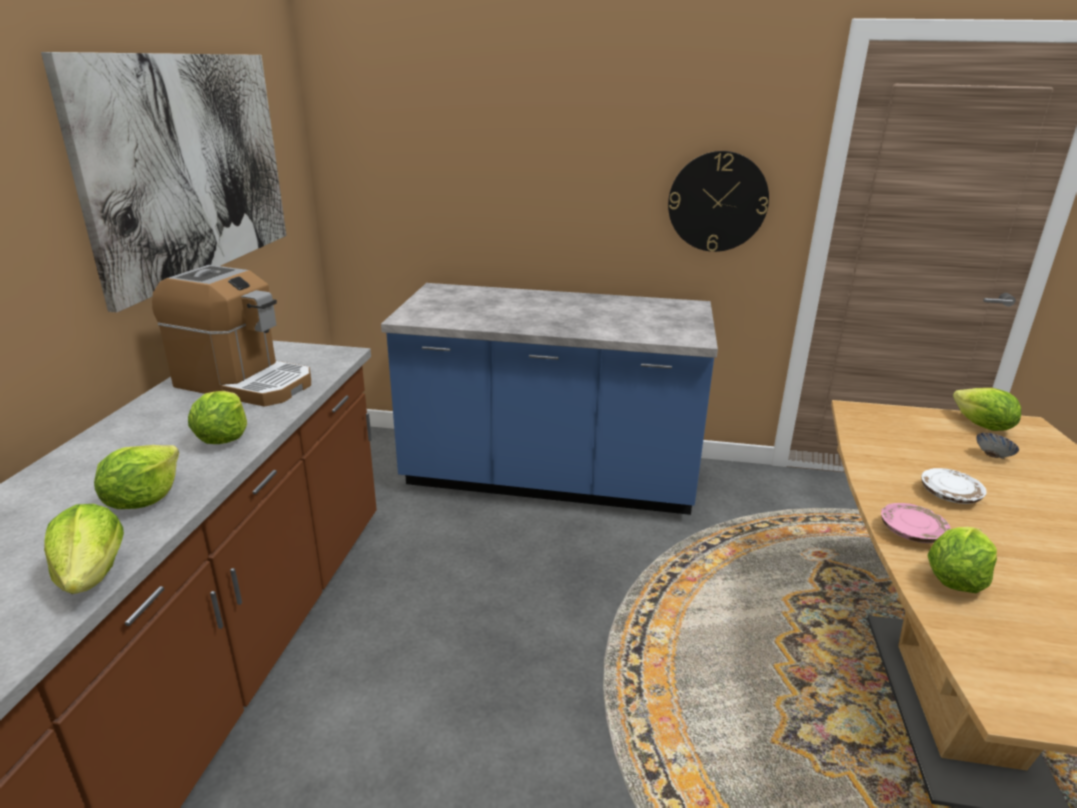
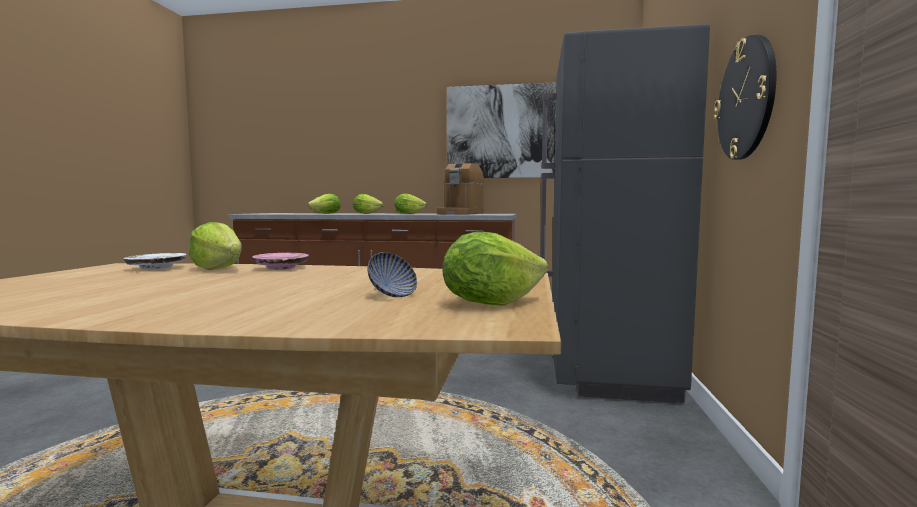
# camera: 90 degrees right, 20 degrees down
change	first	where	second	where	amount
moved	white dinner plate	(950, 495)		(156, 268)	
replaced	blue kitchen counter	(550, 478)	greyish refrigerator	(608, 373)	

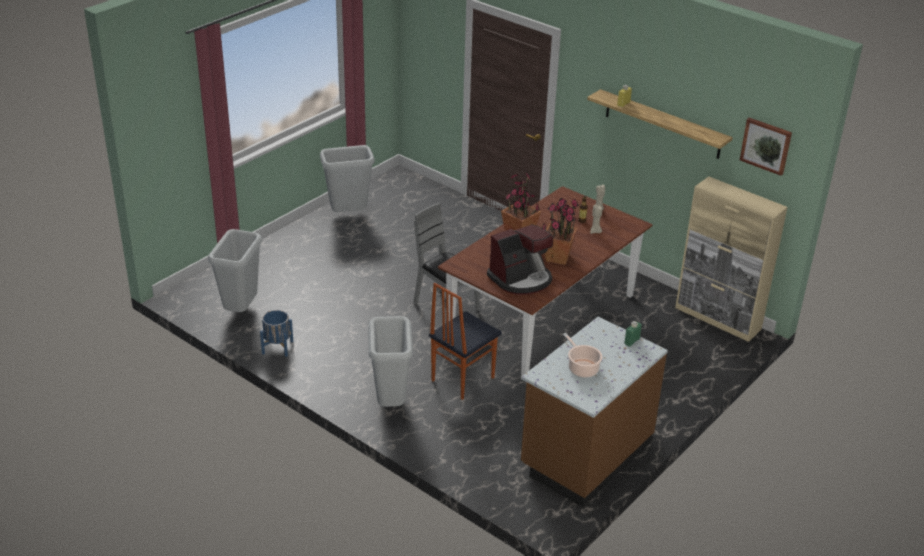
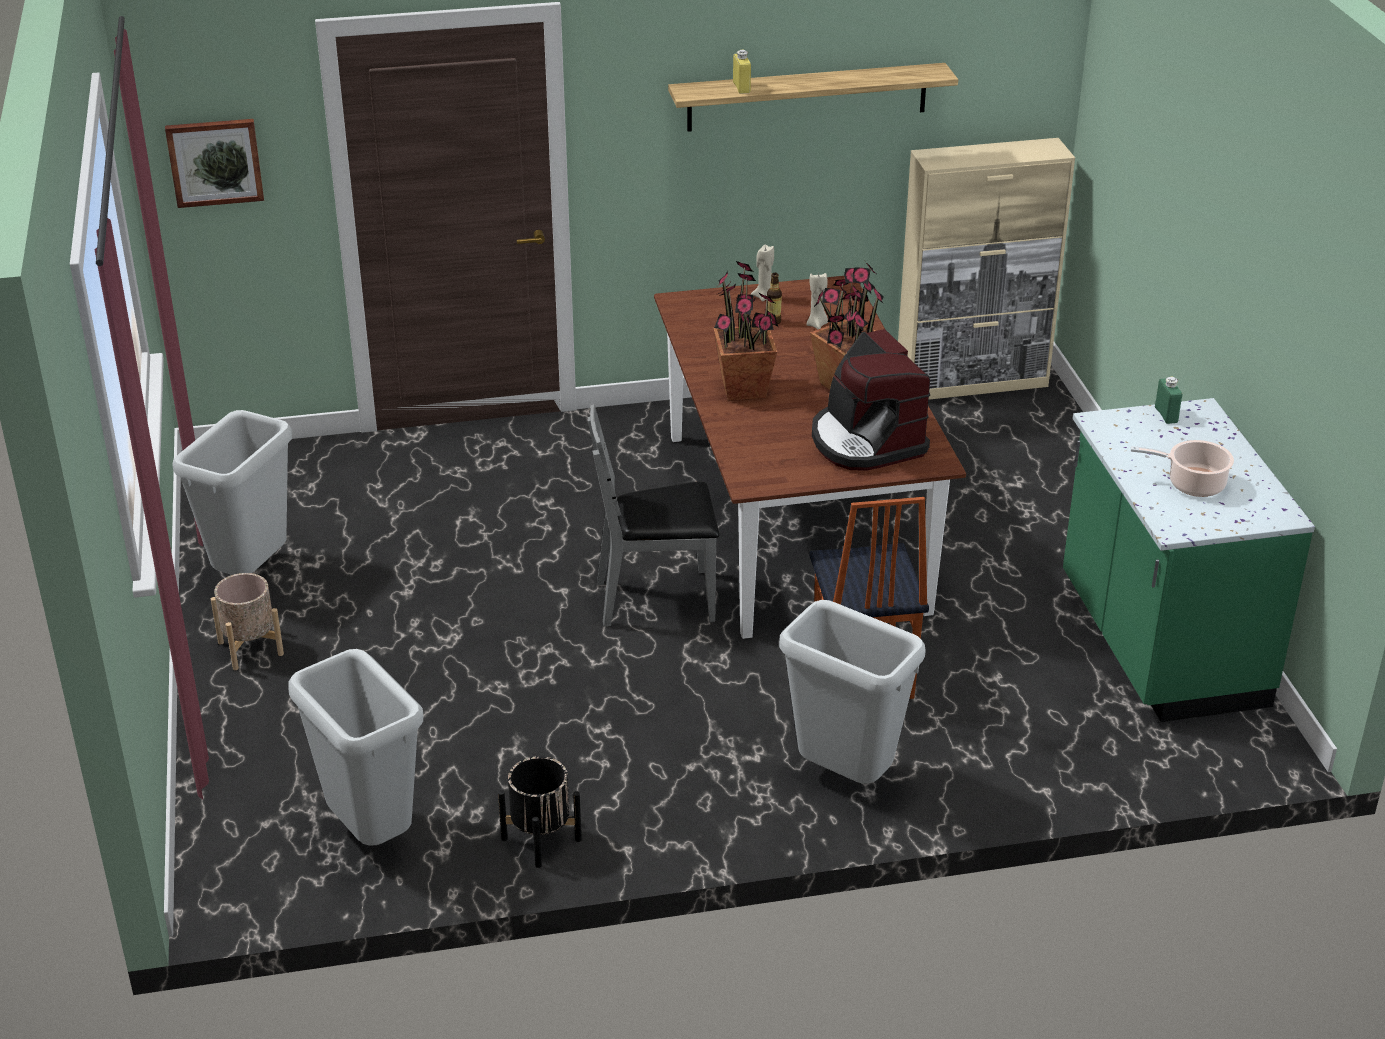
# camera: 50 degrees left, 0 degrees up
change	first	where	second	where	amount
moved	wall art	(766, 145)		(215, 161)	
added			beige-coloured planter	(250, 648)	
recoloured	blue planter	(277, 347)	blackish planter	(541, 839)	
turned	coffee brewer	(521, 279)		(866, 441)	150 degrees clockwise
recoloured	brown kitchen counter	(585, 454)	green kitchen counter	(1159, 645)	

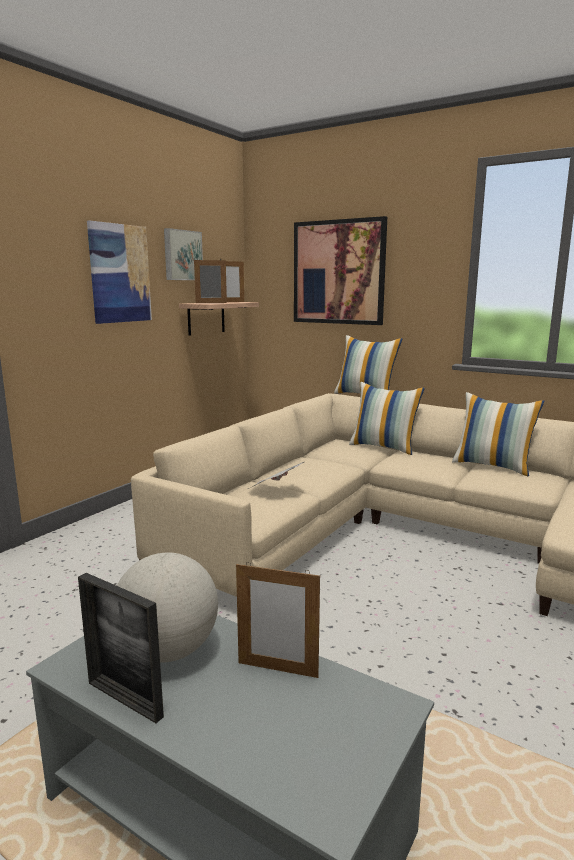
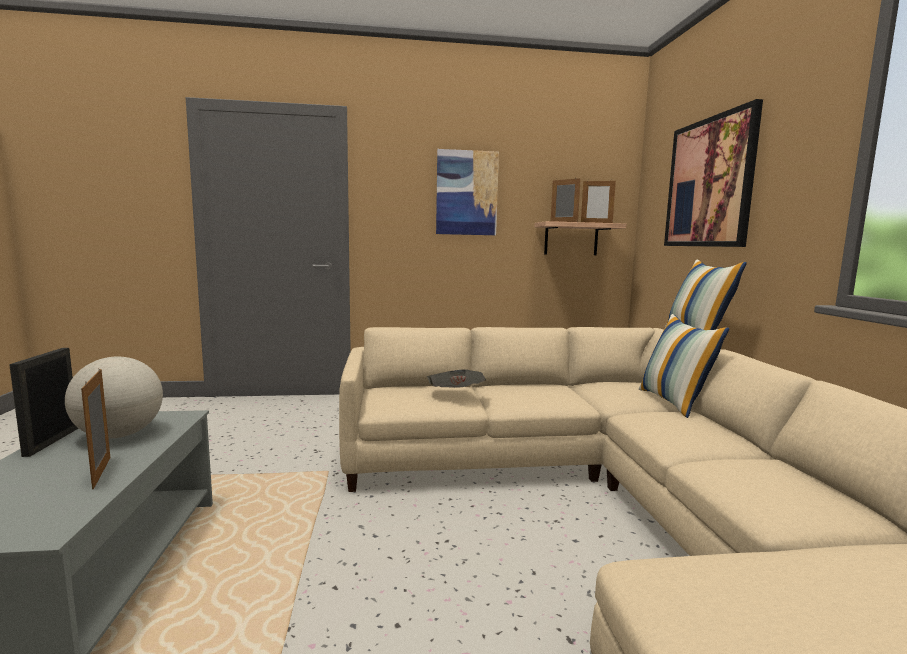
# camera: 50 degrees right, 5 degrees down
change	first	where	second	where	amount
removed	wall art	(182, 255)			
removed	throw pillow	(493, 466)			

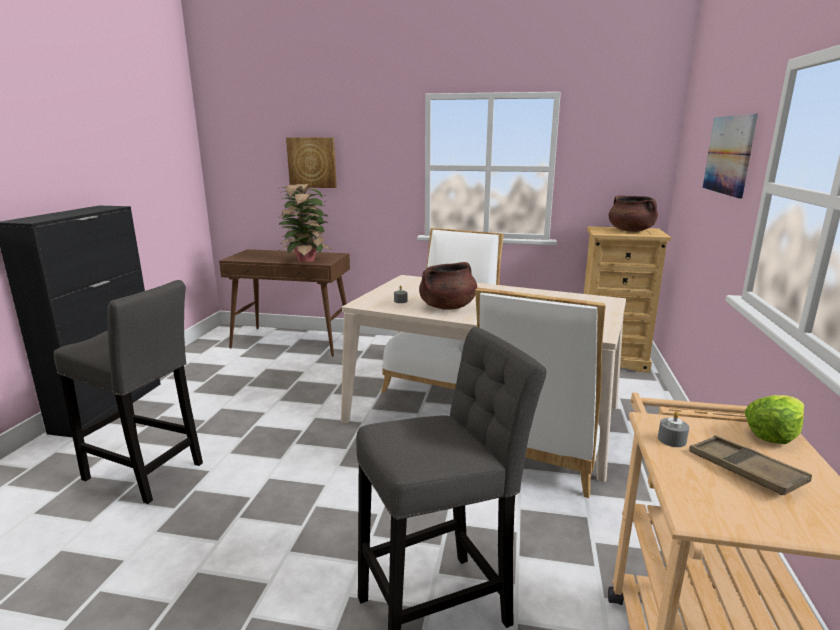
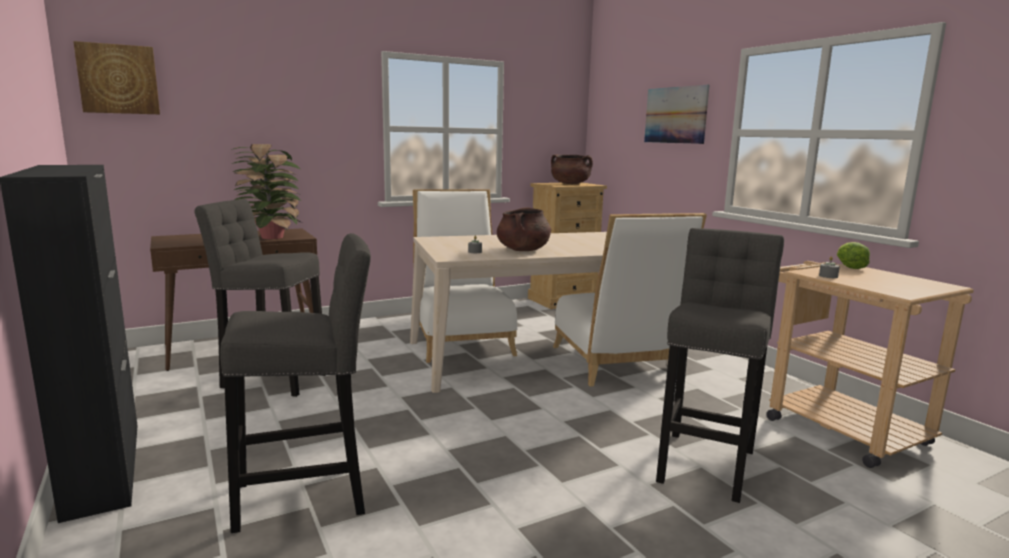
# camera: 40 degrees left, 5 degrees down
change	first	where	second	where	amount
moved	wall art	(312, 162)		(118, 79)	
added			greyish stool	(270, 379)	
removed	brown carrying tray	(745, 470)			

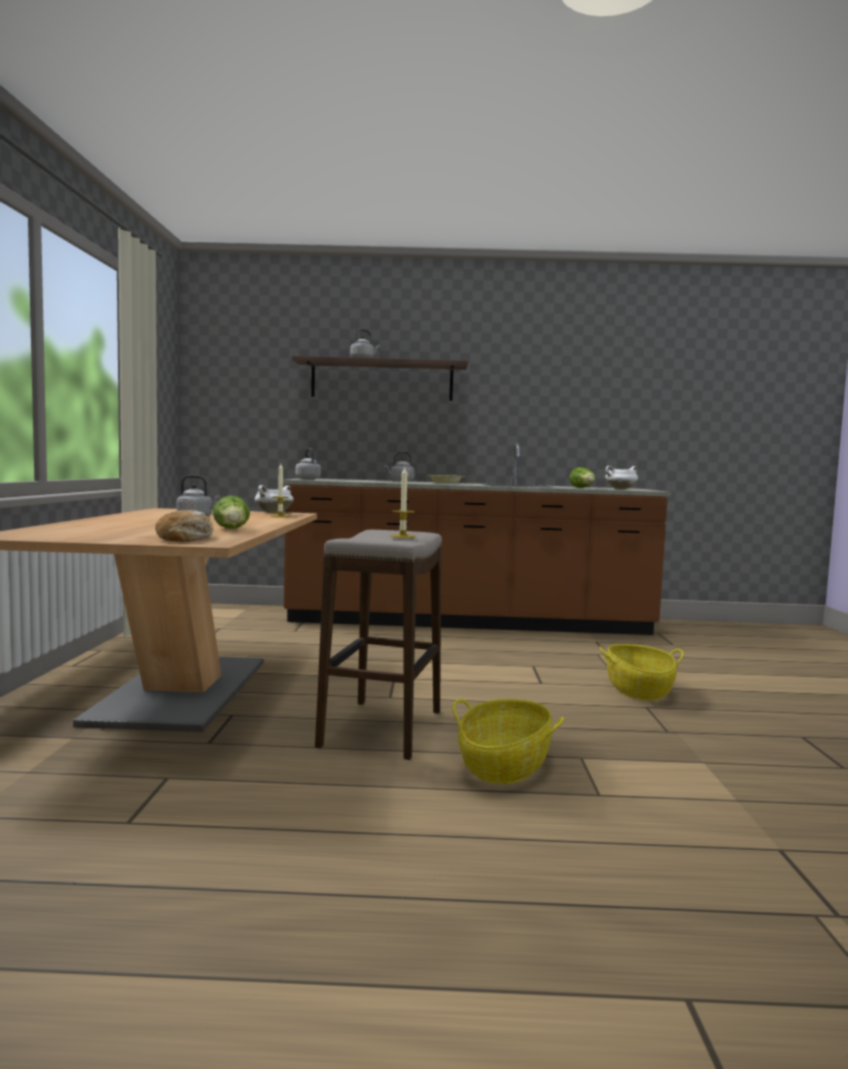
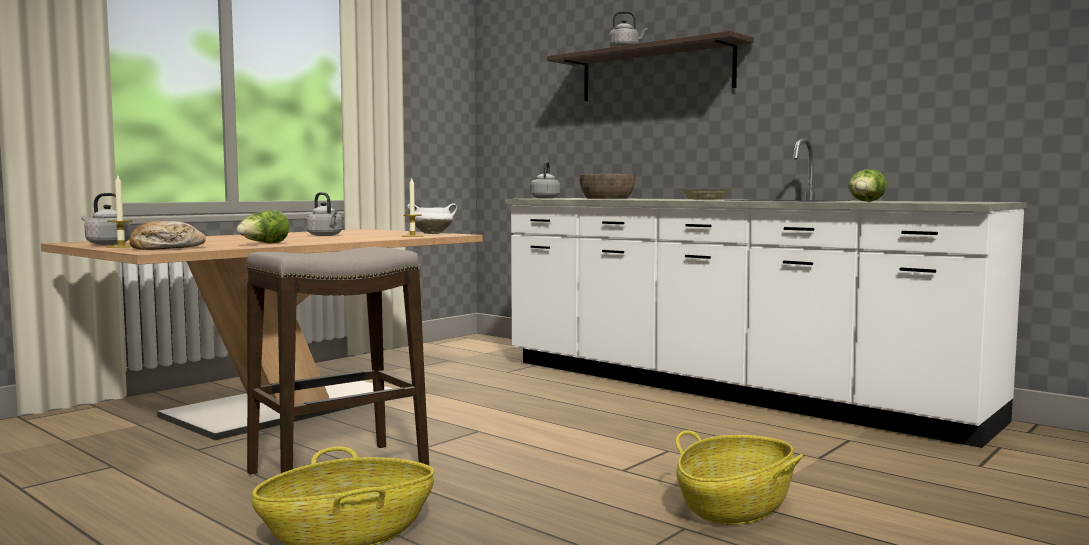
# camera: 40 degrees right, 0 degrees up
change	first	where	second	where	amount
moved	greyish kettle	(400, 481)		(106, 244)	
moved	wax light	(402, 536)		(121, 246)	
recoloured	brown kitchen counter	(468, 622)	white kitchen counter	(725, 390)	
added			brown serving bowl	(606, 198)	
removed	white saucepot	(620, 489)			

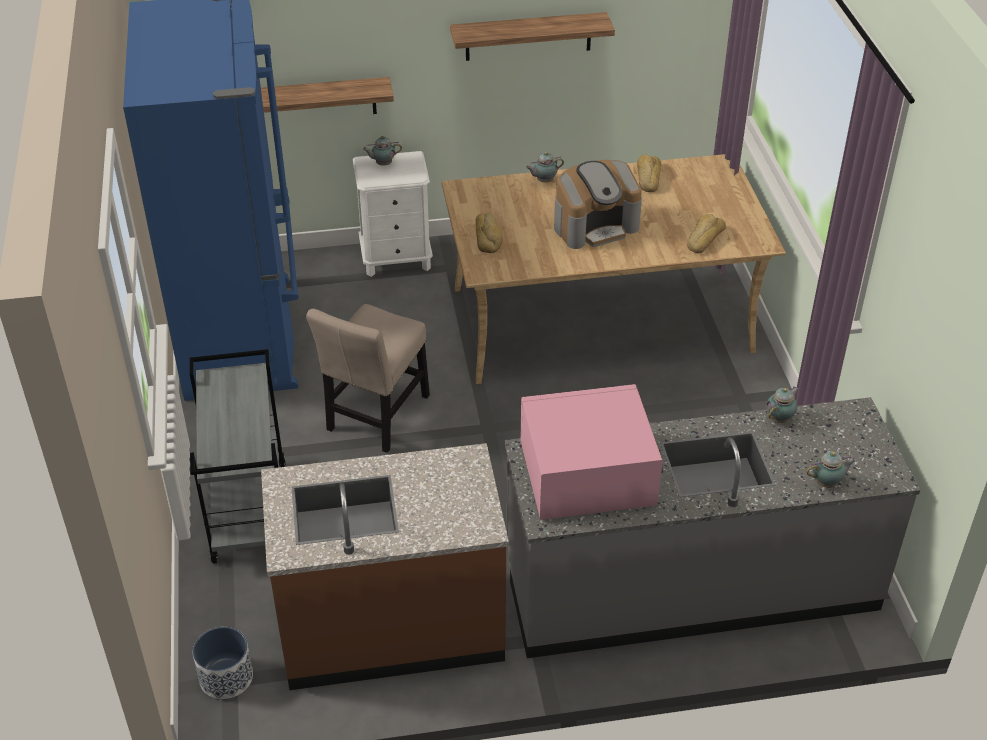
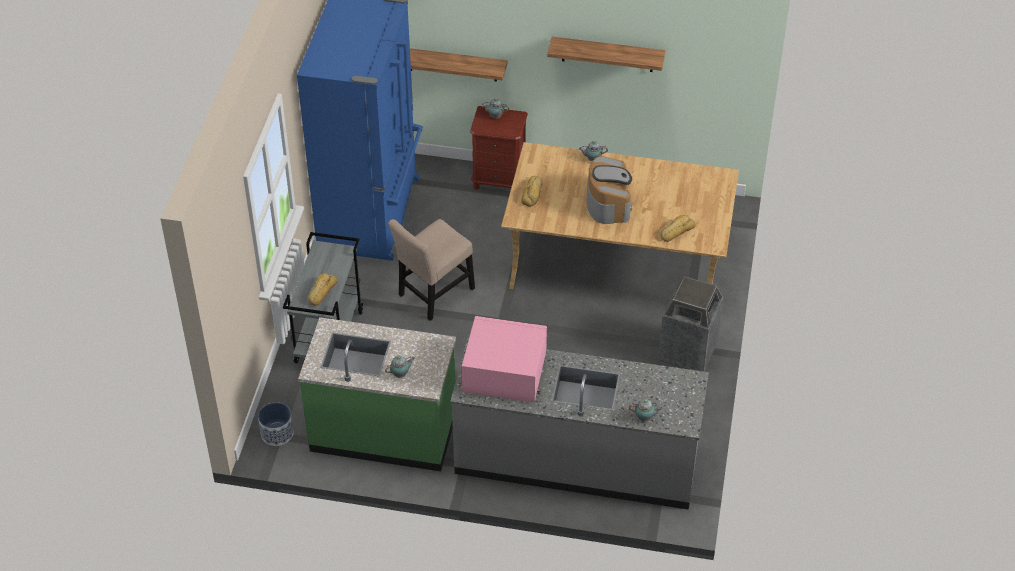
# camera: 20 degrees right, 5 degrees up
change	first	where	second	where	amount
recoloured	brown kitchen counter	(391, 626)	green kitchen counter	(384, 431)	
moved	bakery bread	(647, 178)		(321, 291)	
moved	pot for tea	(780, 419)		(401, 374)	
recoloured	white night table	(396, 259)	brown night table	(499, 180)	
turned	coffee brewer	(595, 225)		(608, 203)	90 degrees counterclockwise
added			trash can	(688, 352)	

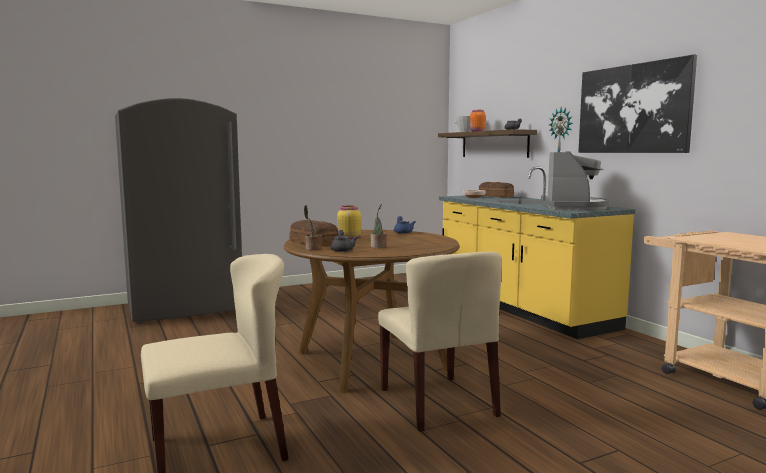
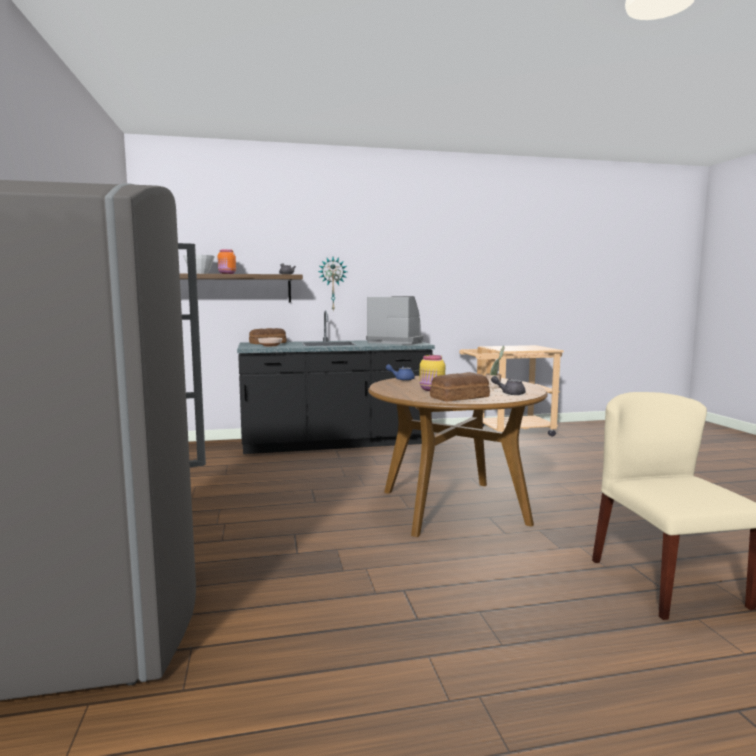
# camera: 75 degrees left, 0 degrees up
change	first	where	second	where	amount
recoloured	yellow kitchen counter	(520, 308)	blackish kitchen counter	(335, 443)	
removed	houseplant	(312, 249)			
removed	beige-coloured plain chair	(438, 402)			
removed	wall art	(633, 109)			

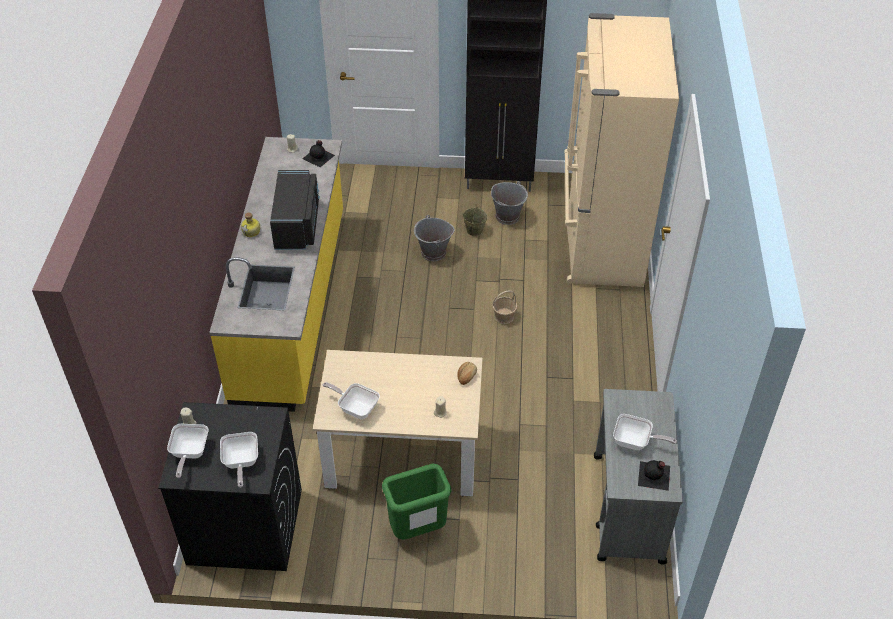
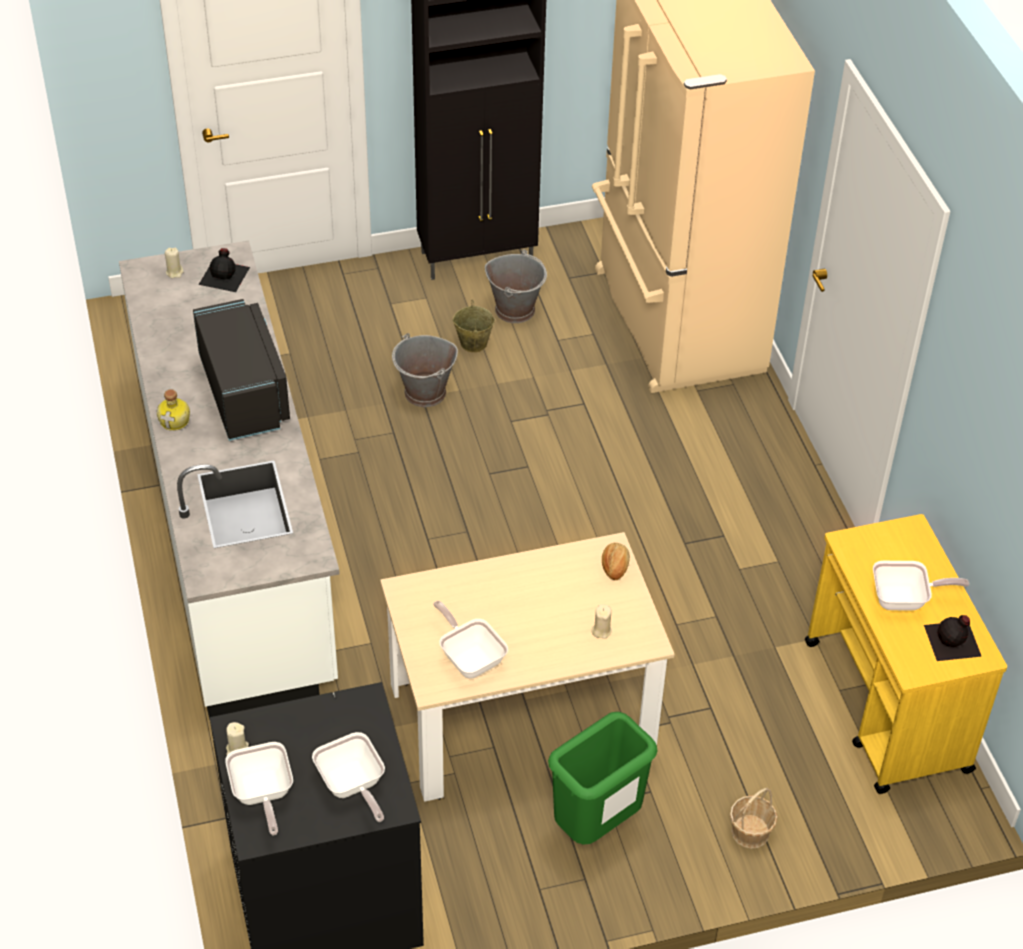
# camera: 20 degrees left, 0 degrees up
change	first	where	second	where	amount
recoloured	yellow kitchen counter	(292, 305)	white kitchen counter	(237, 529)	
turned	frying pan	(356, 408)		(470, 657)	45 degrees clockwise
moved	storage basket	(504, 316)		(750, 832)	
recoloured	greyish cart	(628, 509)	yellow cart	(887, 707)	

